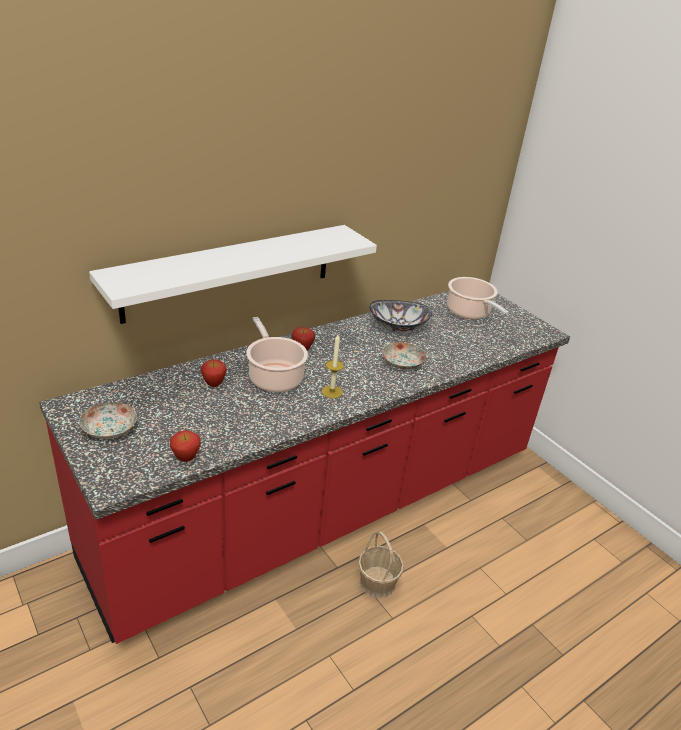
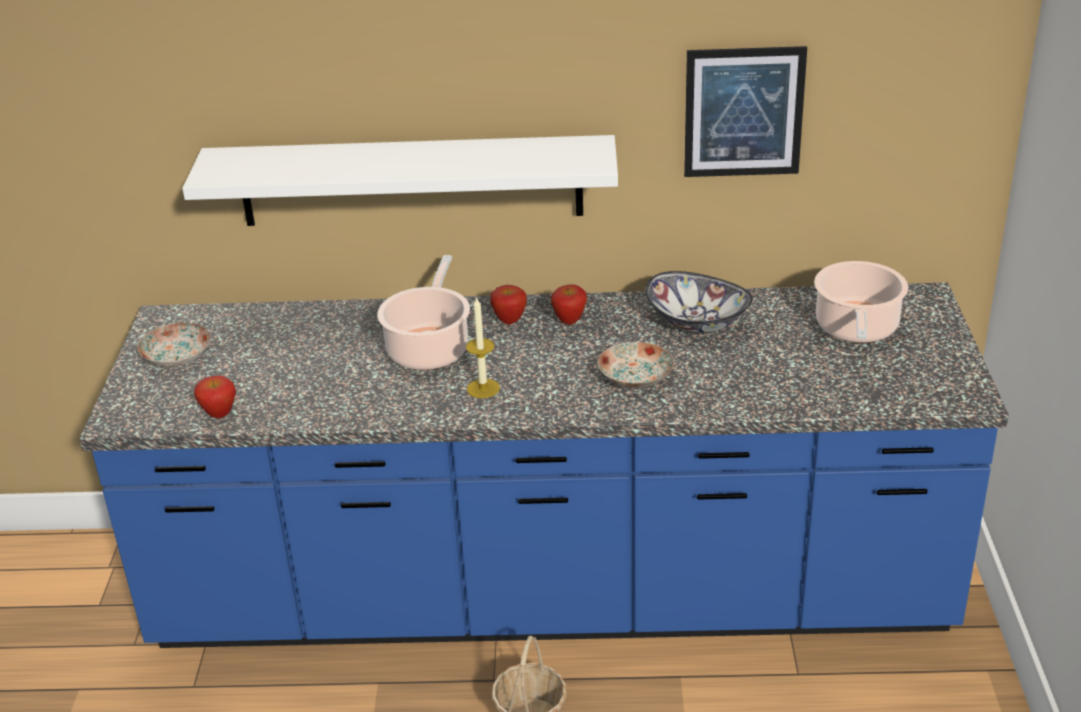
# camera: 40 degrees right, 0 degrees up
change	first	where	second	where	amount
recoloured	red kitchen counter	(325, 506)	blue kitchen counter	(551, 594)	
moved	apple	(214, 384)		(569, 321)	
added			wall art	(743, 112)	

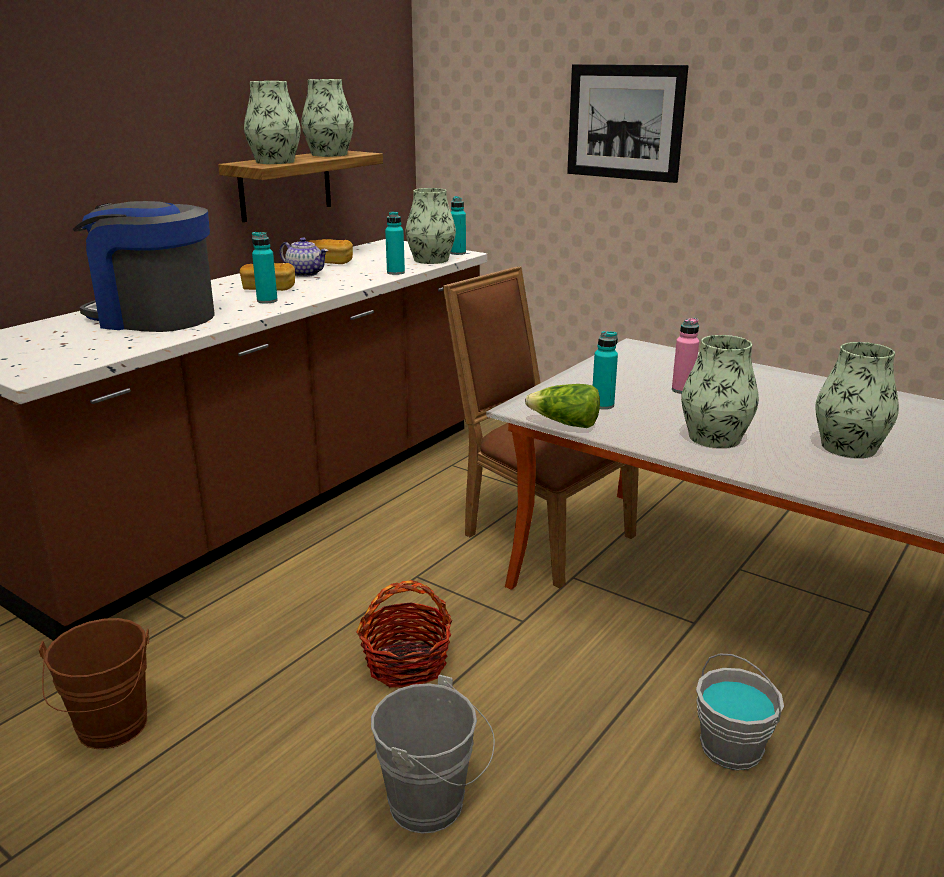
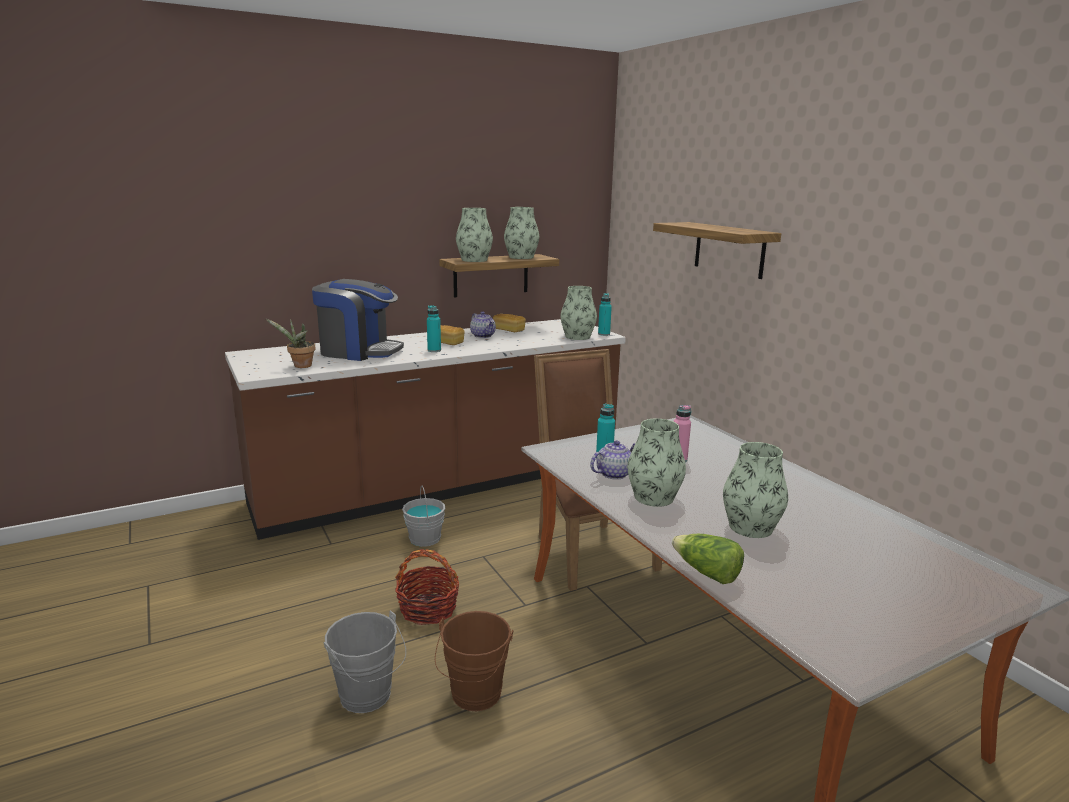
# camera: 25 degrees right, 5 degrees down
change	first	where	second	where	amount
added			houseplant	(300, 366)	
turned	coffee brewer	(154, 317)		(359, 351)	150 degrees clockwise
moved	greyish bucket	(732, 748)		(425, 538)	
moved	brown bucket	(111, 731)		(474, 697)	
added			pot for tea	(614, 474)	
replaced	wall art	(625, 122)	bracket shelf	(729, 249)	
moved	head of lettuce	(565, 424)		(706, 573)	
removed	blue-green beverage bottle	(395, 272)			

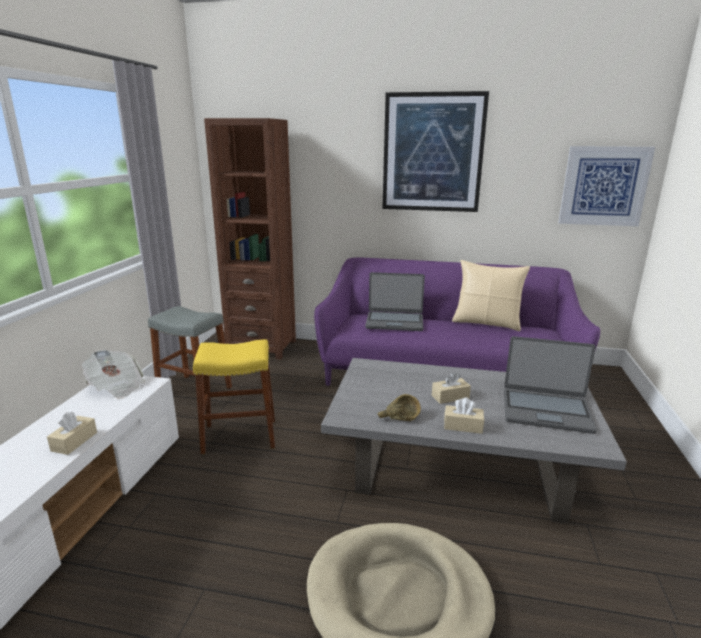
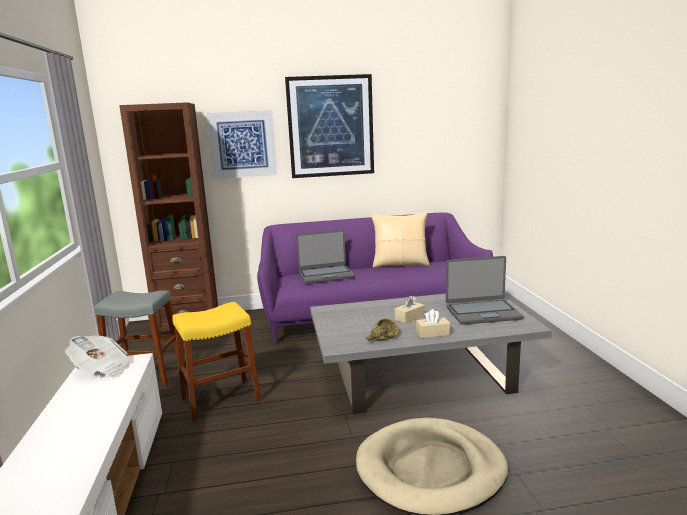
# camera: 20 degrees left, 5 degrees down
change	first	where	second	where	amount
moved	wall art	(604, 186)		(242, 144)	
removed	beige-coloured tissue box	(74, 441)			

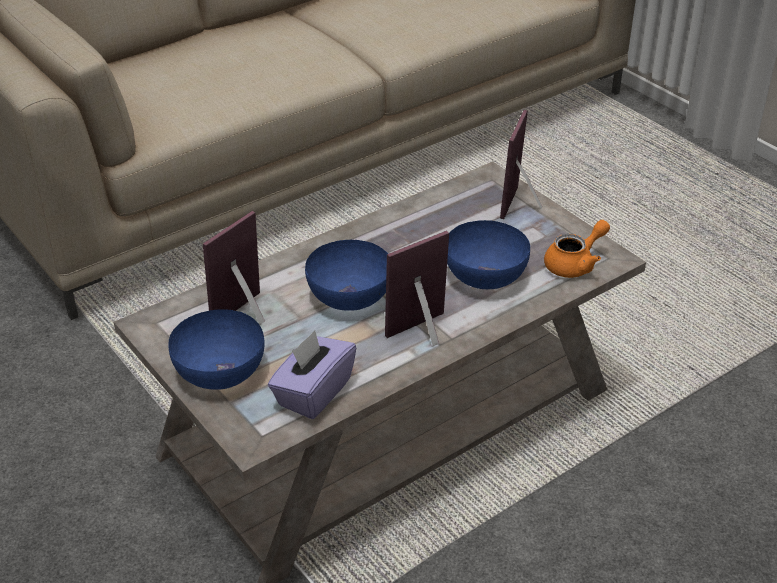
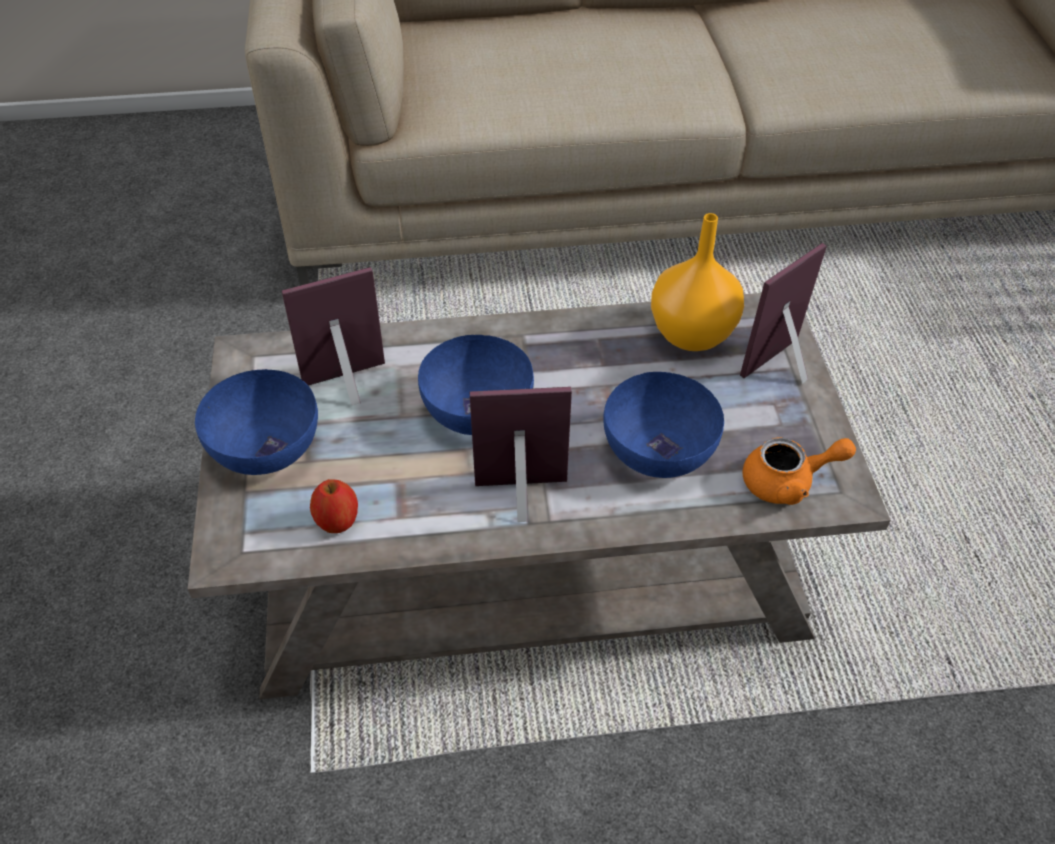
# camera: 30 degrees right, 10 degrees up
change	first	where	second	where	amount
replaced	purplish tissue box	(313, 393)	apple	(337, 522)	
added			orange-coloured decorative vase	(690, 335)	

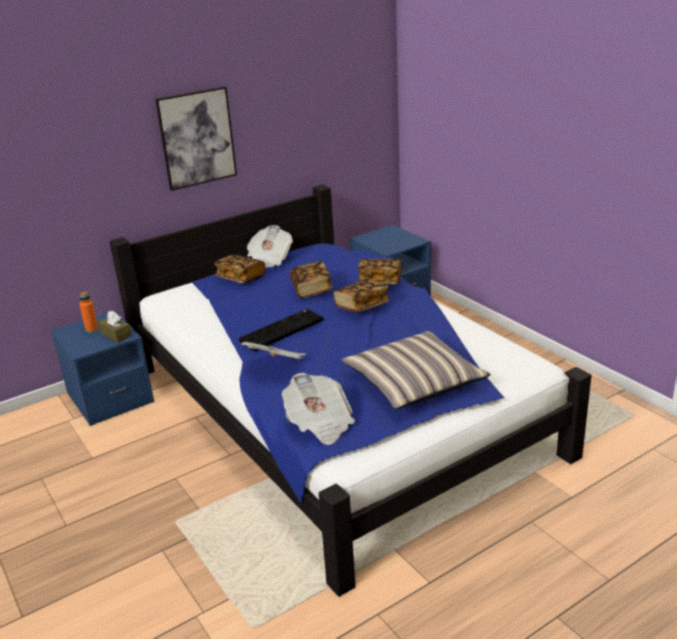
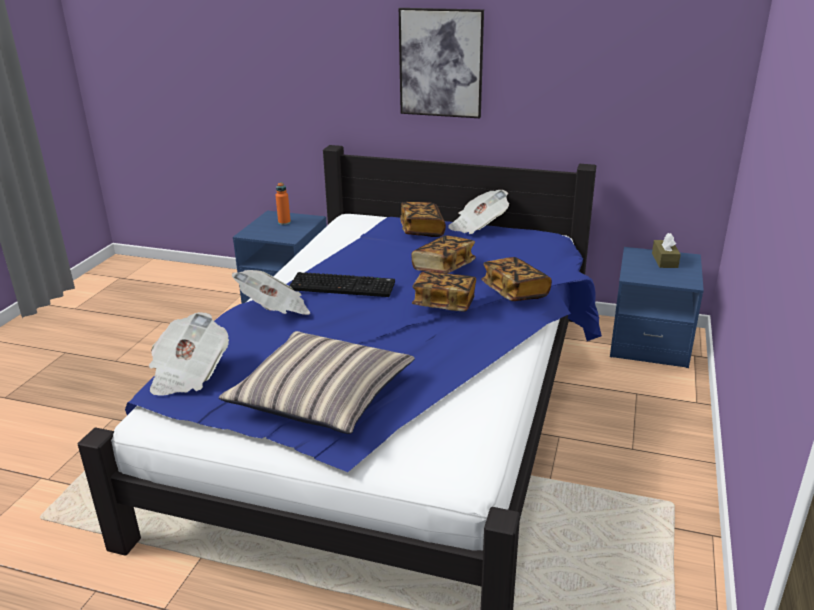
# camera: 50 degrees right, 0 degrees up
change	first	where	second	where	amount
moved	brown tissue box	(116, 335)		(664, 260)	

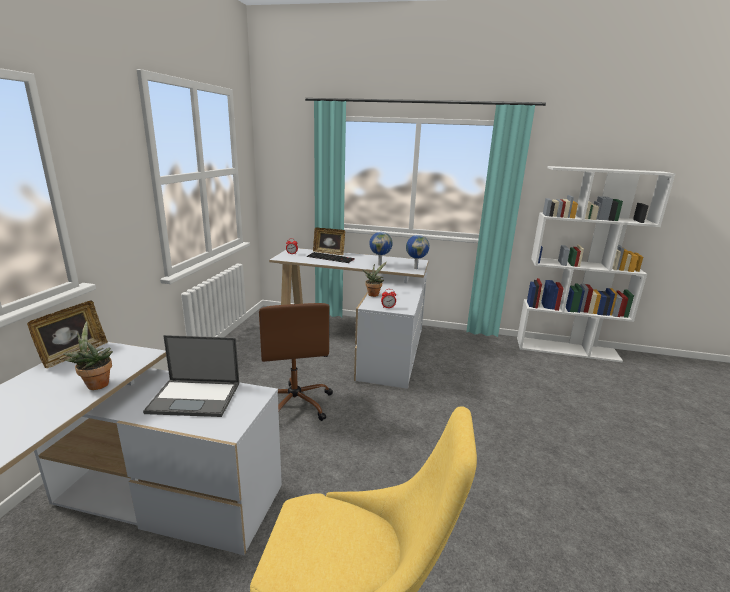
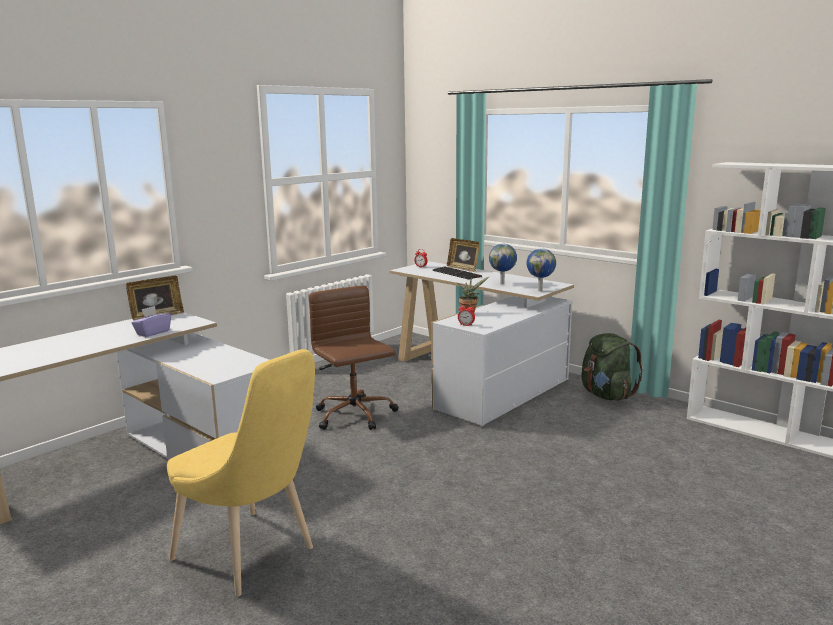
# camera: 30 degrees right, 5 degrees down
change	first	where	second	where	amount
replaced	houseplant	(96, 384)	purplish tissue box	(152, 332)	
turned	brown computer chair	(295, 404)		(355, 416)	135 degrees clockwise
added			green rucksack	(606, 395)	
removed	laptop	(196, 397)			

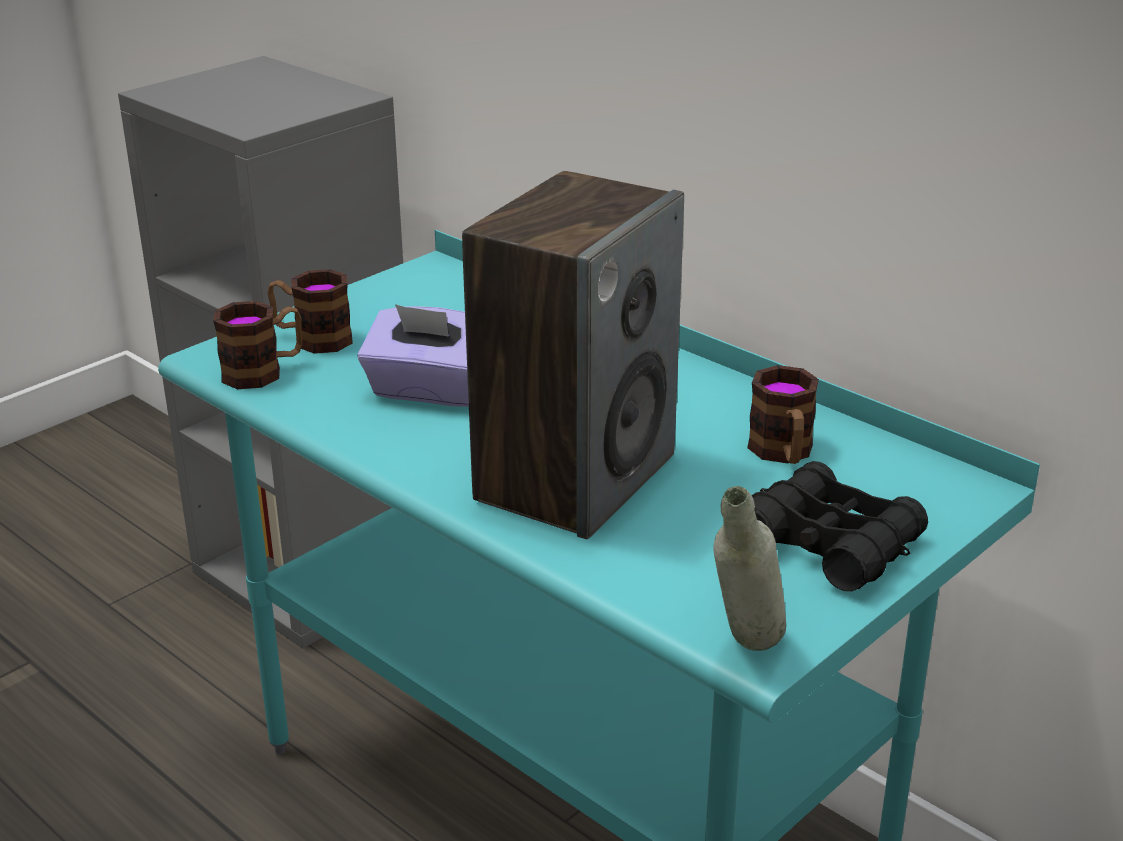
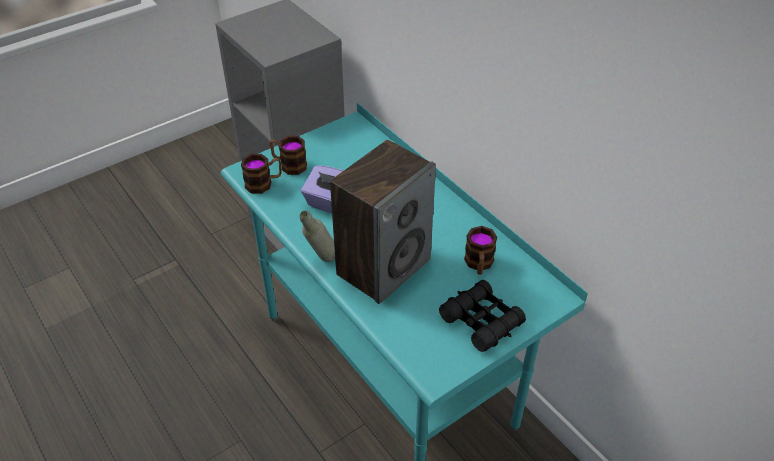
# camera: 10 degrees right, 15 degrees up
change	first	where	second	where	amount
moved	greyish beverage bottle	(744, 653)		(321, 262)	

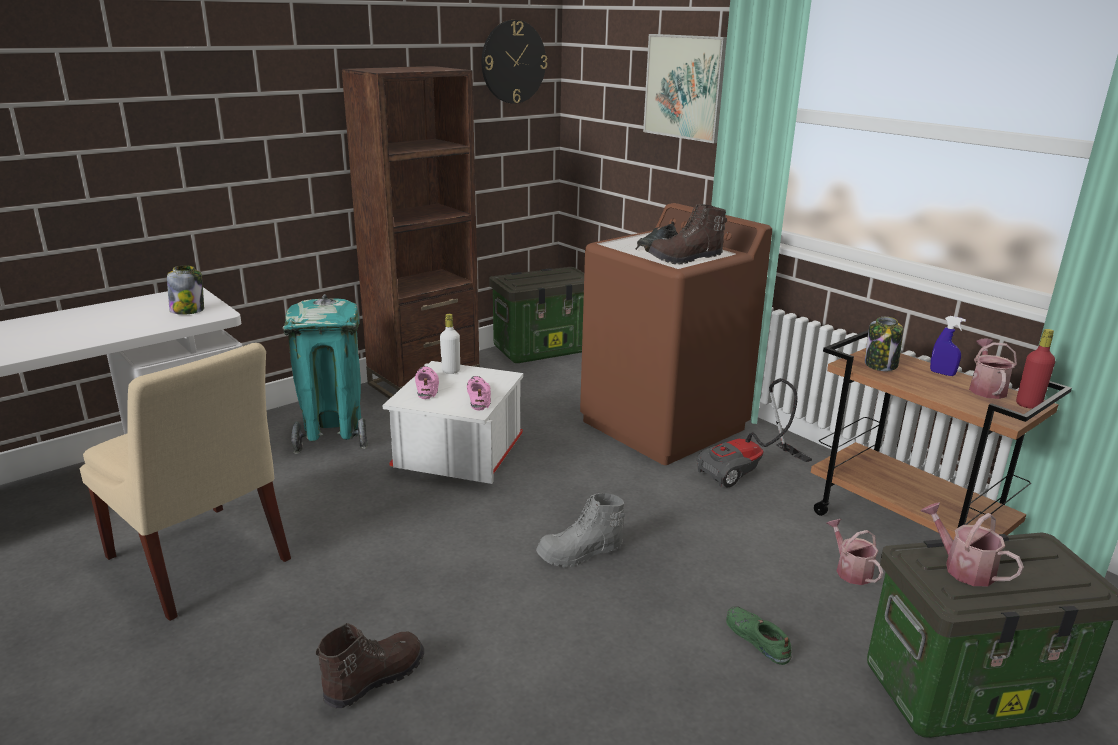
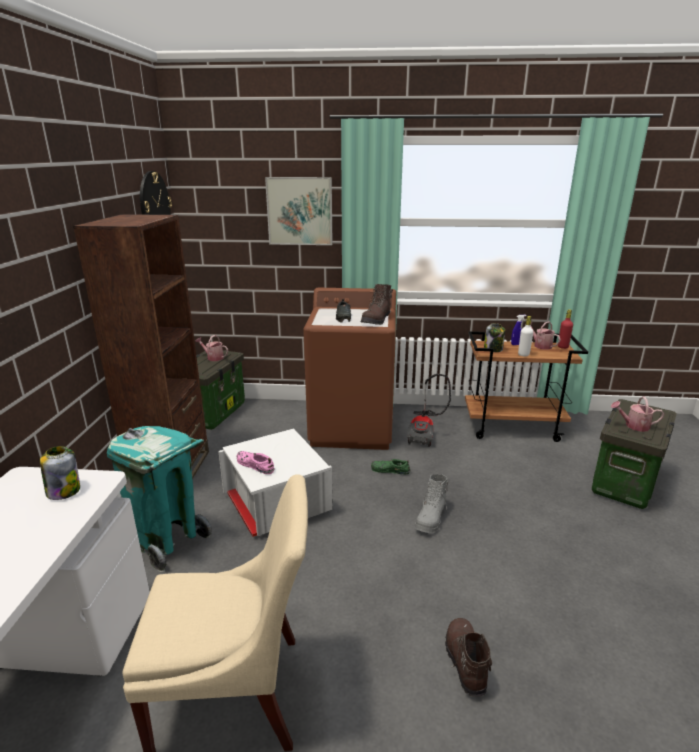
# camera: 45 degrees left, 0 degrees up
change	first	where	second	where	amount
moved	watering can	(850, 570)		(213, 357)	
moved	green item of footwear	(756, 638)		(389, 470)	
moved	white beverage bottle	(451, 371)		(523, 354)	
removed	pink item of footwear	(478, 397)			

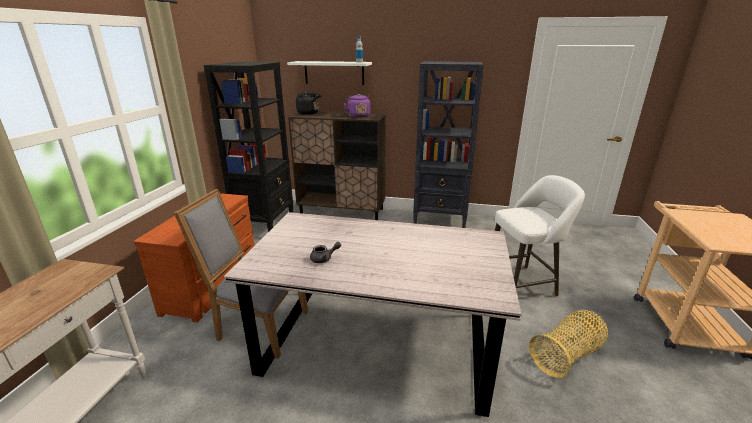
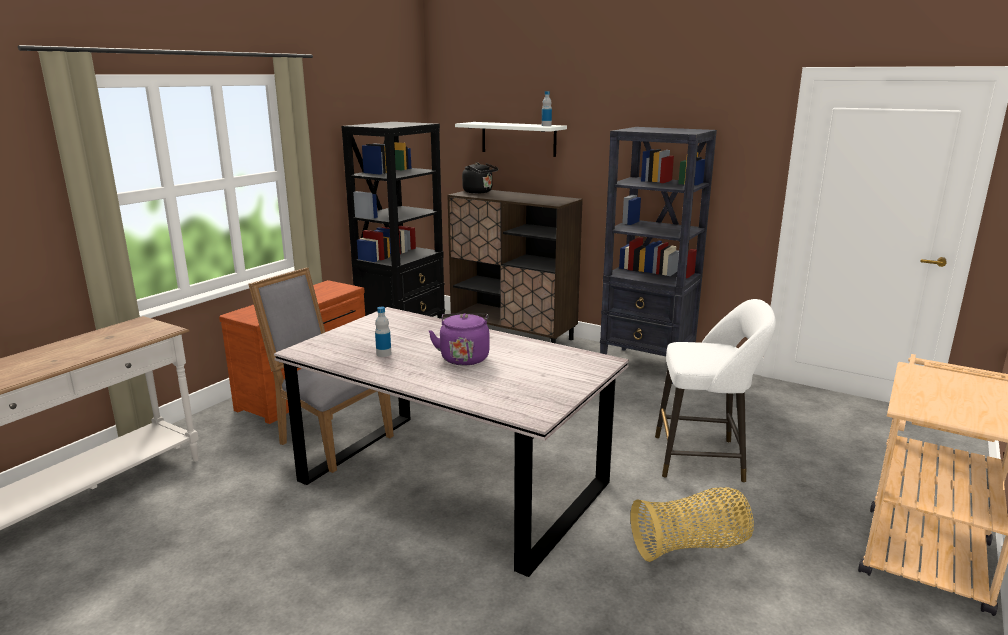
# camera: 20 degrees right, 5 degrees down
change	first	where	second	where	amount
replaced	greyish pot for tea	(324, 259)	beverage bottle	(383, 354)	
moved	purplish kettle	(358, 116)		(464, 357)	

